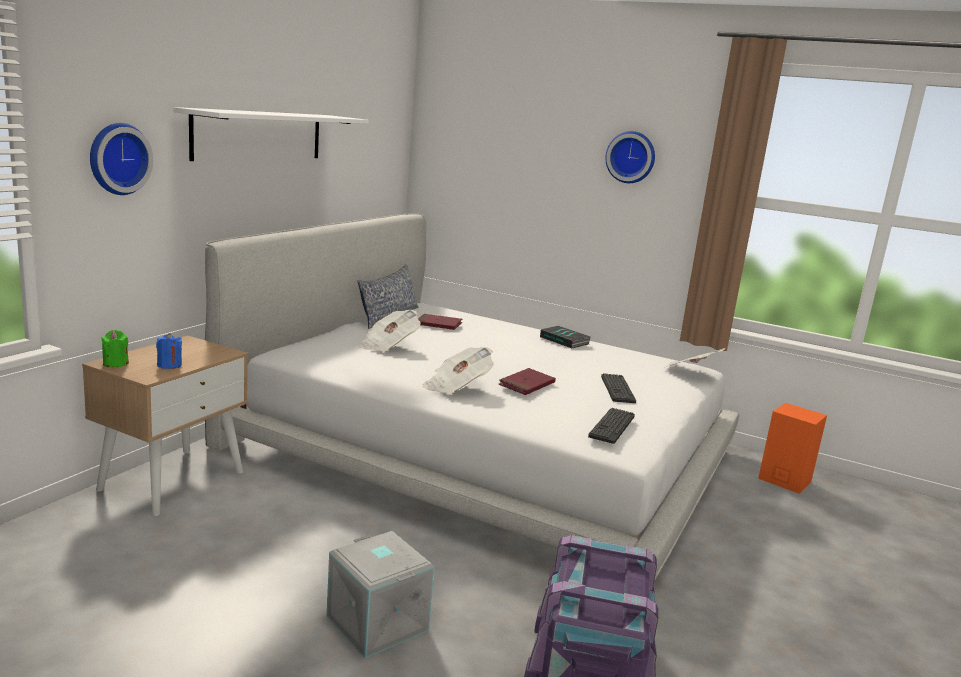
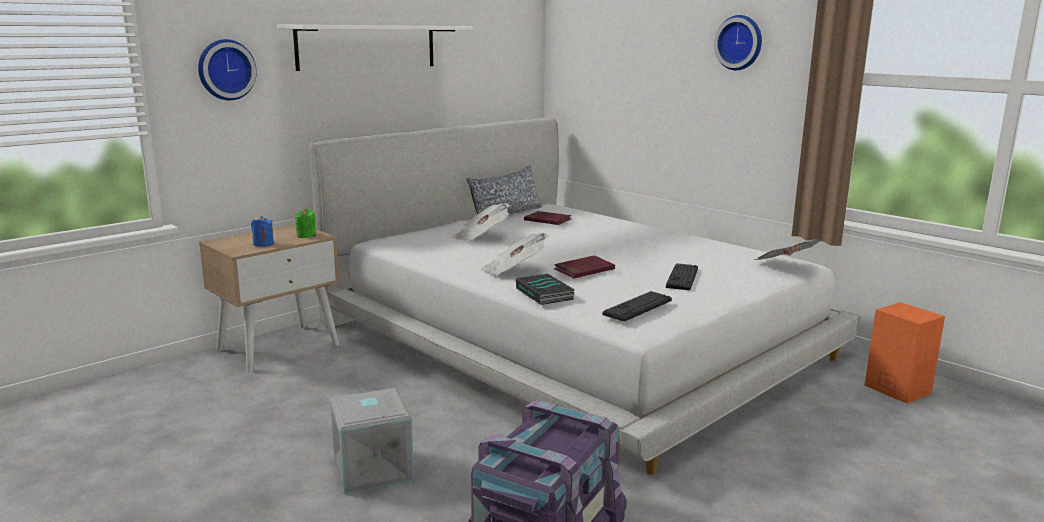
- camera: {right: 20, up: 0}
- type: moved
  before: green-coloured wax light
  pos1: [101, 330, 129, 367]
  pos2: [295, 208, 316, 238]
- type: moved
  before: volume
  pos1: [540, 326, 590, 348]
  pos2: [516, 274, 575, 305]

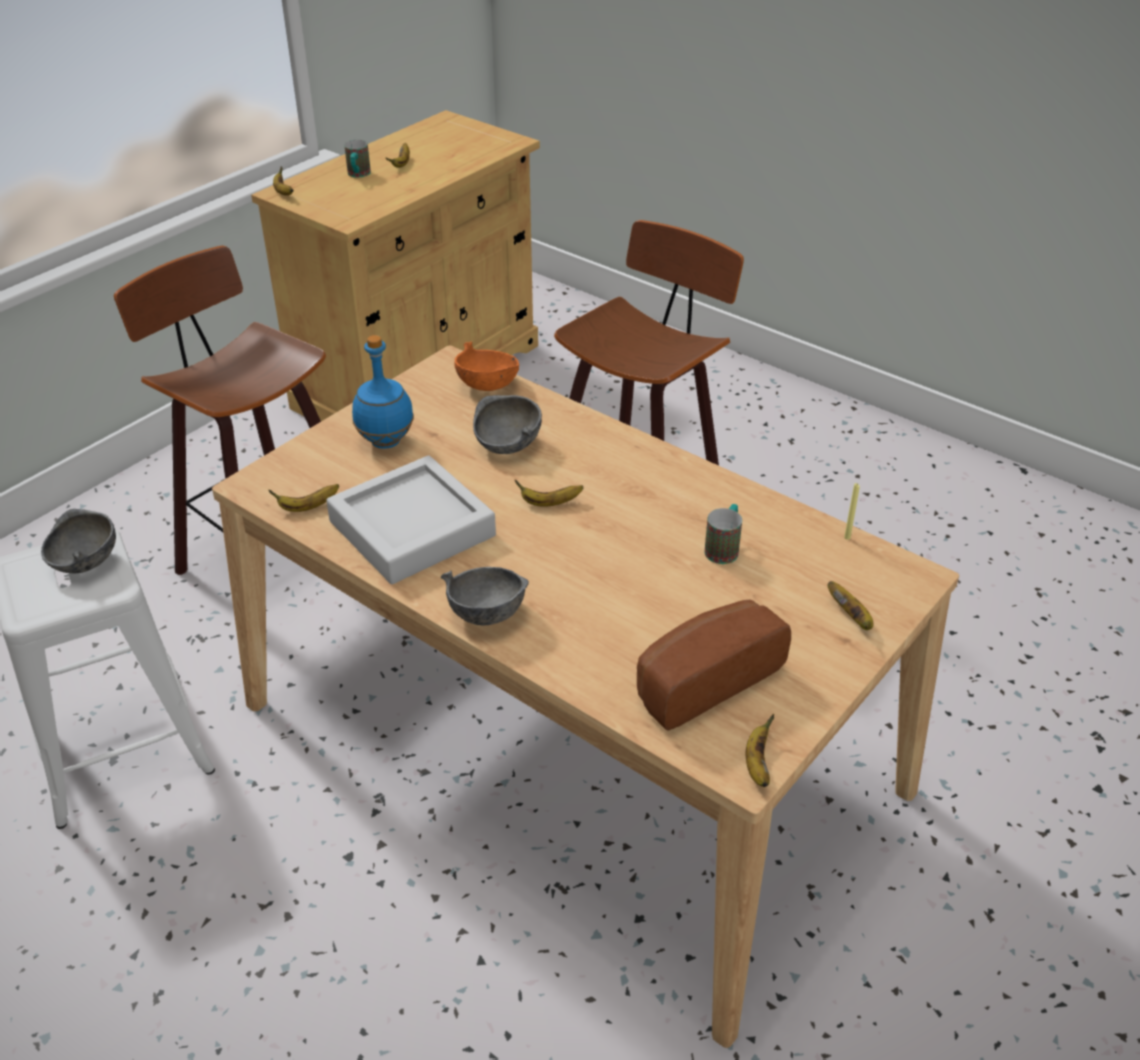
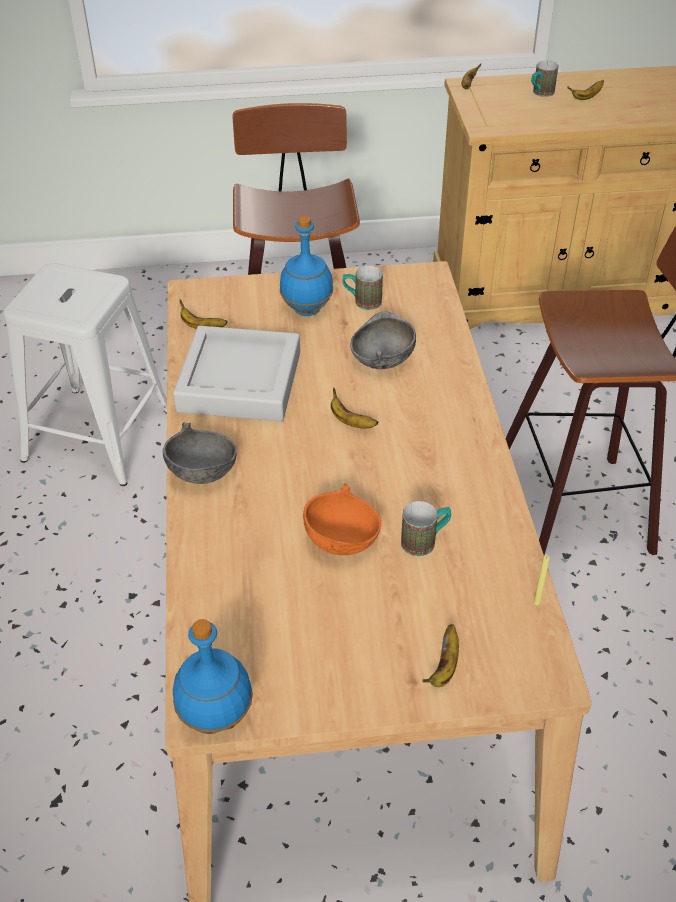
- camera: {right: 45, up: 5}
- type: removed
  before: gray serving bowl
  pos1: [41, 509, 116, 573]
- type: moved
  before: orange serving bowl
  pos1: [454, 341, 519, 391]
  pos2: [303, 484, 381, 555]
- type: removed
  before: bread
  pos1: [637, 600, 791, 731]
- type: replaced
  before: banana fruit
  after: blue beverage bottle
  pos1: [746, 714, 774, 787]
  pos2: [173, 619, 253, 734]
- type: added
  after: tea mug
  pos2: [343, 266, 383, 310]

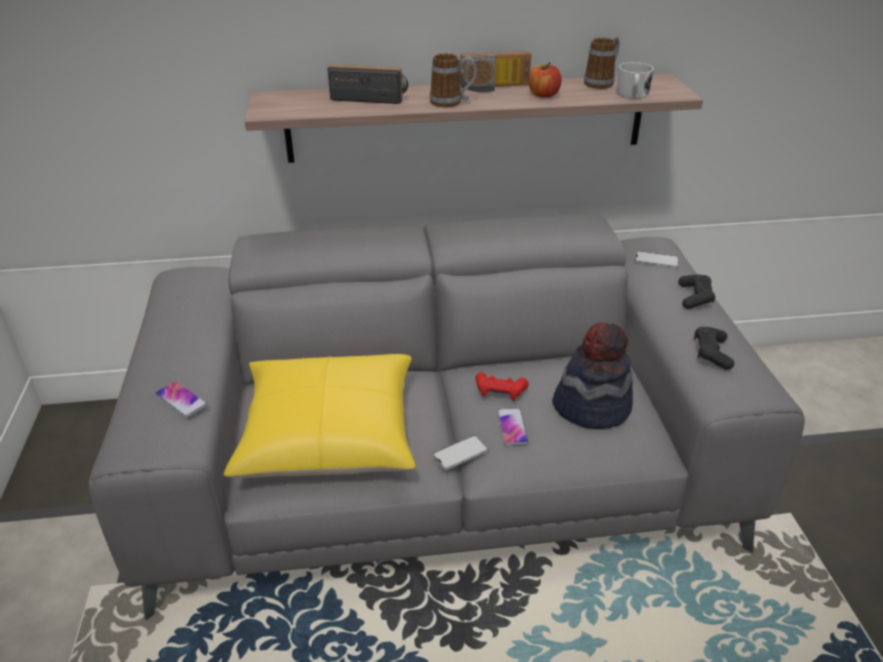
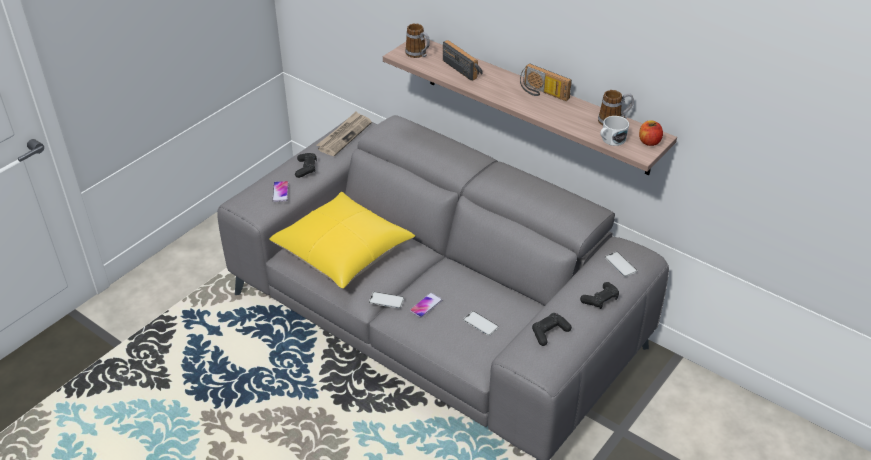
- camera: {right: 45, up: 5}
- type: moved
  before: tea mug
  pos1: [430, 53, 477, 107]
  pos2: [405, 23, 430, 58]
- type: removed
  before: reddish gamepad
  pos1: [475, 372, 529, 401]
- type: moved
  before: whole apple
  pos1: [528, 62, 561, 98]
  pos2: [639, 120, 663, 146]
- type: replaced
  before: clothing hat
  after: telephone
  pos1: [552, 323, 633, 429]
  pos2: [463, 311, 499, 336]
- type: added
  after: black gamepad
  pos2: [295, 153, 317, 178]
- type: added
  after: newspaper
  pos2: [316, 111, 372, 156]

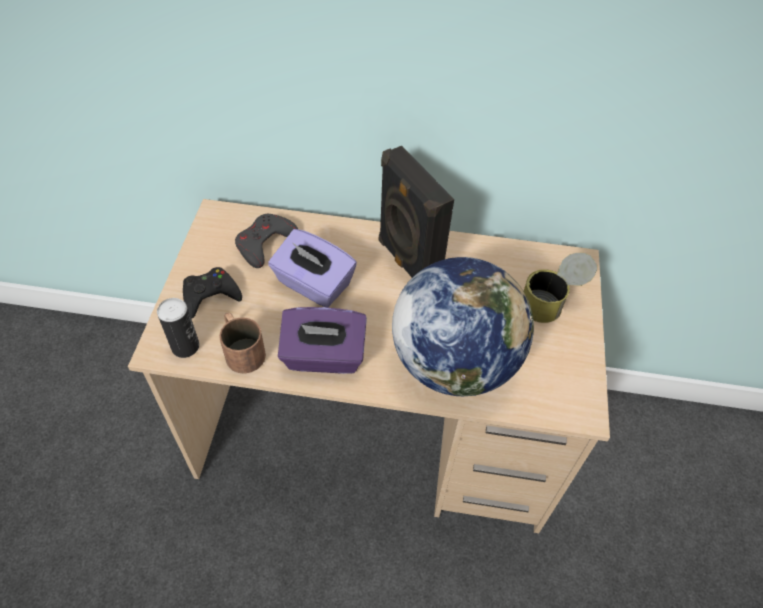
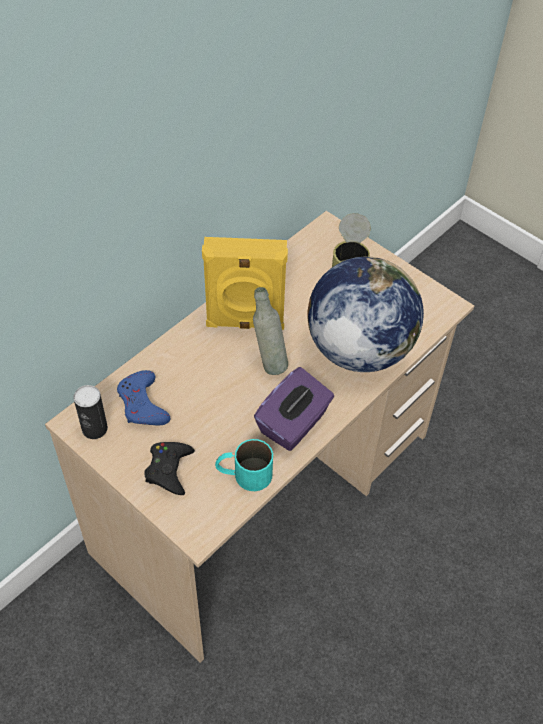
- camera: {right: -55, up: 0}
- type: moved
  before: metal can
  pos1: [157, 298, 199, 358]
  pos2: [73, 385, 108, 439]
- type: recoloured
  before: brown-coloured tea mug
  after: blue-green tea mug
  pos1: [219, 312, 266, 374]
  pos2: [215, 439, 273, 491]
- type: recoloured
  before: gray gamepad
  after: blue gamepad
  pos1: [235, 214, 298, 268]
  pos2: [117, 370, 170, 425]
- type: removed
  before: purplish box of tissues
  pos1: [268, 229, 357, 308]
- type: recoloured
  before: black audio speaker
  after: yellowish audio speaker
  pos1: [379, 146, 454, 277]
  pos2: [202, 237, 288, 330]
- type: added
  after: gray beverage bottle
  pos2: [253, 287, 288, 375]

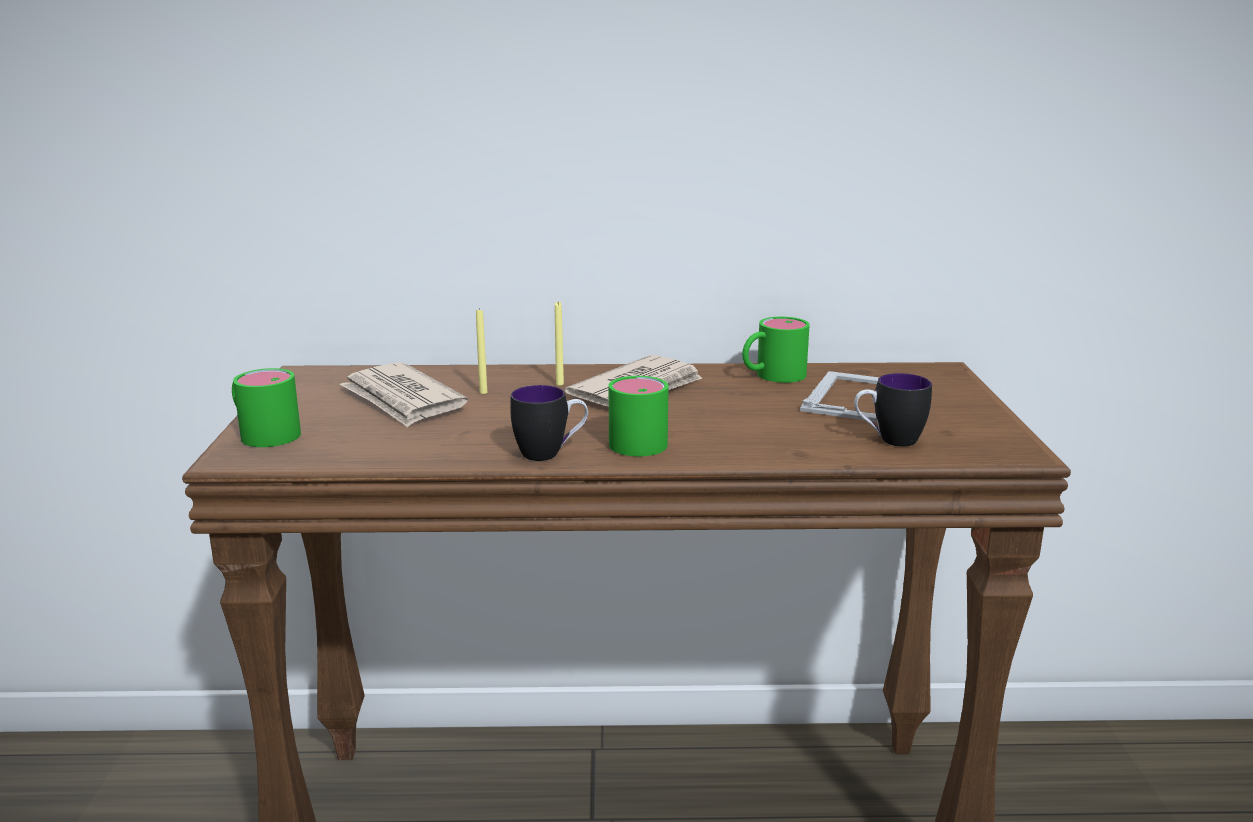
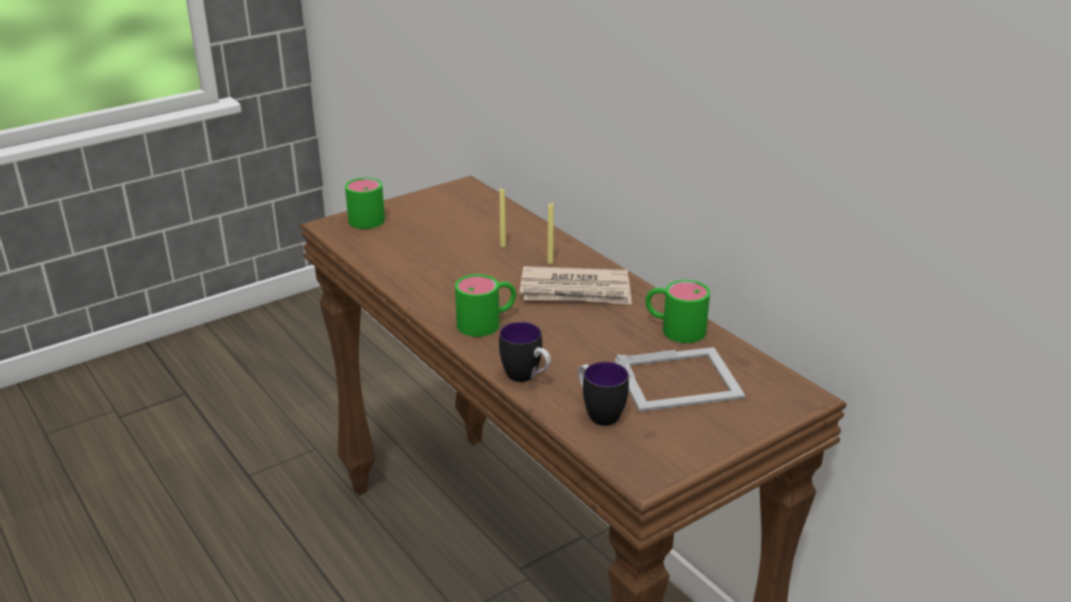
- camera: {right: 55, up: 10}
- type: removed
  before: newspaper
  pos1: [340, 362, 468, 427]
- type: moved
  before: tea mug
  pos1: [510, 385, 588, 461]
  pos2: [499, 322, 551, 382]

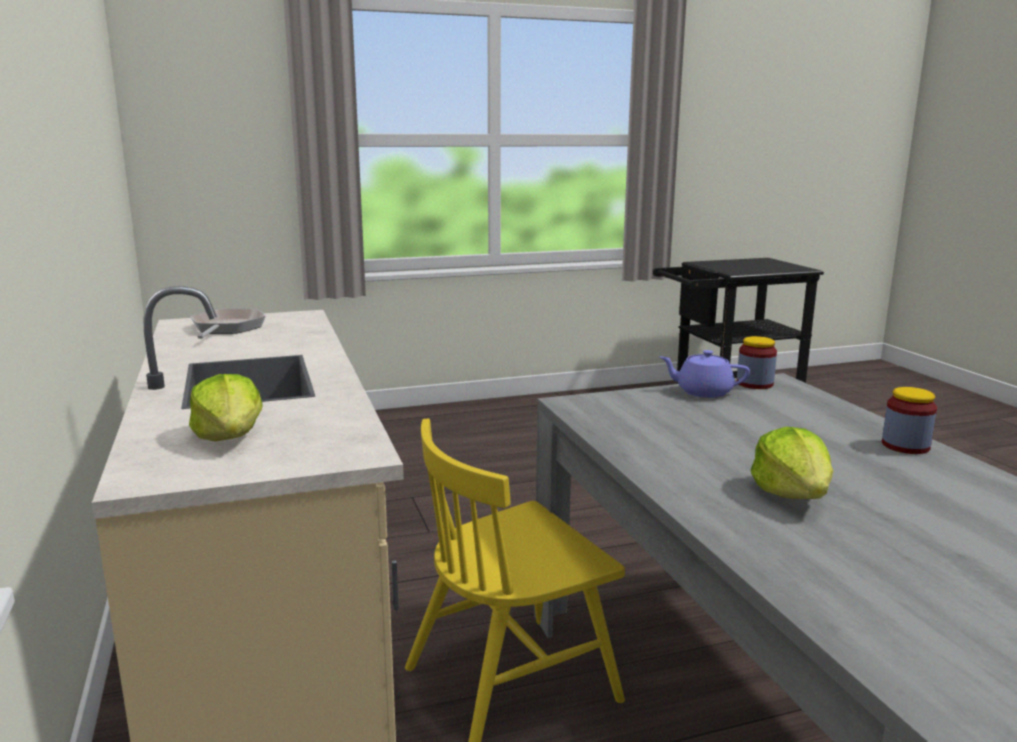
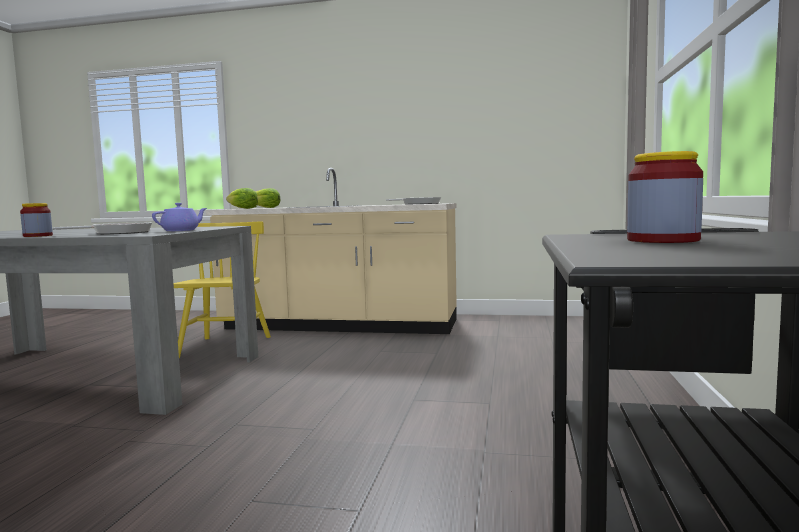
- camera: {right: 120, up: -10}
- type: moved
  before: storage jar
  pos1: [737, 336, 777, 389]
  pos2: [627, 151, 703, 243]
- type: moved
  before: lettuce head
  pos1: [751, 427, 833, 499]
  pos2: [226, 188, 258, 209]
- type: added
  after: frying pan
  pos2: [52, 222, 152, 234]

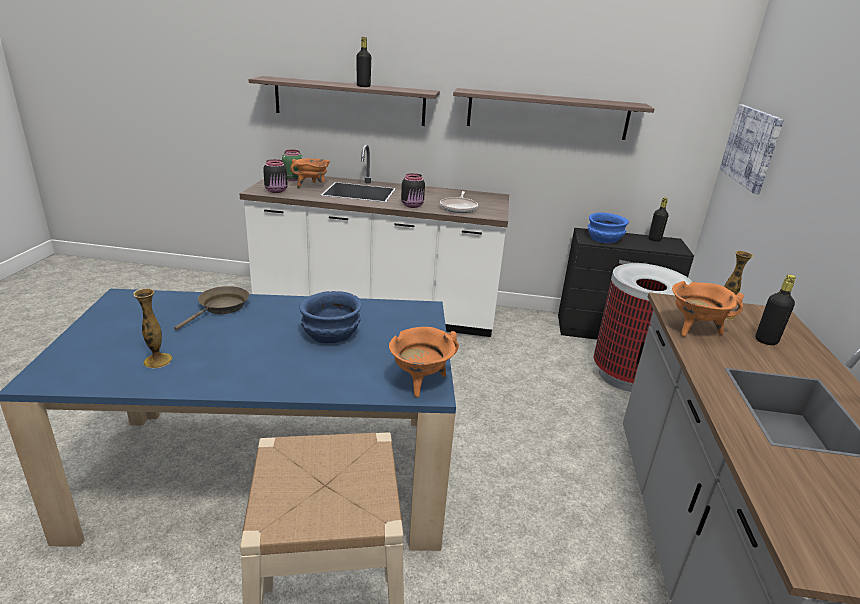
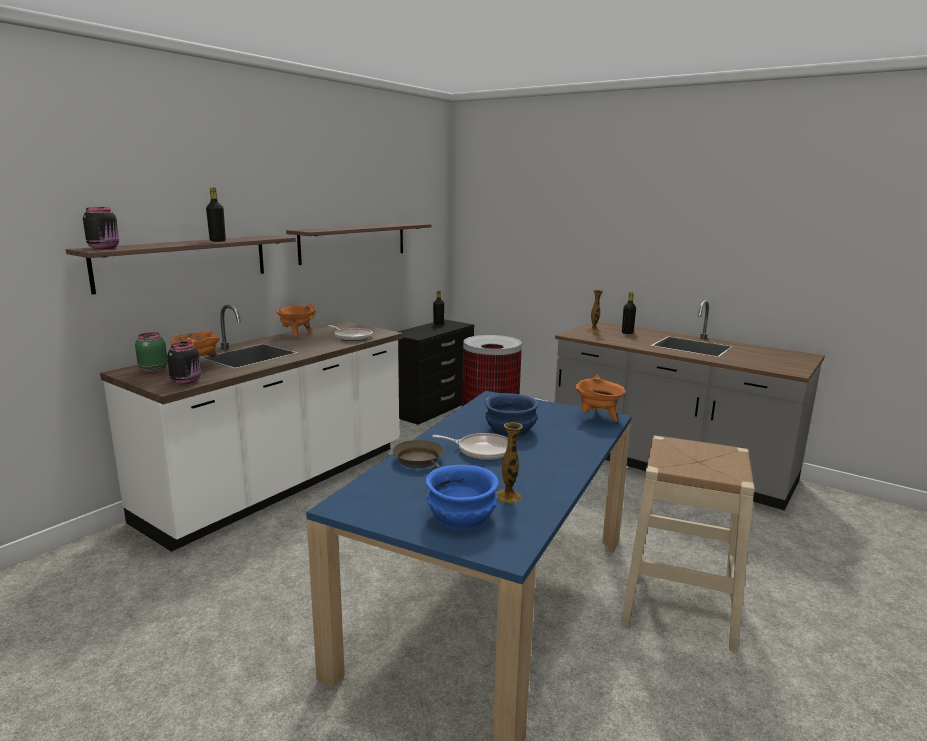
- camera: {right: -60, up: -10}
- type: moved
  before: black storage jar
  pos1: [401, 173, 425, 208]
  pos2: [83, 207, 119, 249]
- type: moved
  before: blue serving bowl
  pos1: [588, 212, 629, 243]
  pos2: [425, 465, 499, 530]
- type: moved
  before: orange stockpot
  pos1: [672, 281, 744, 337]
  pos2: [276, 303, 316, 338]
- type: removed
  before: wall art
  pos1: [720, 104, 784, 194]
- type: added
  after: frying pan
  pos2: [432, 433, 508, 460]

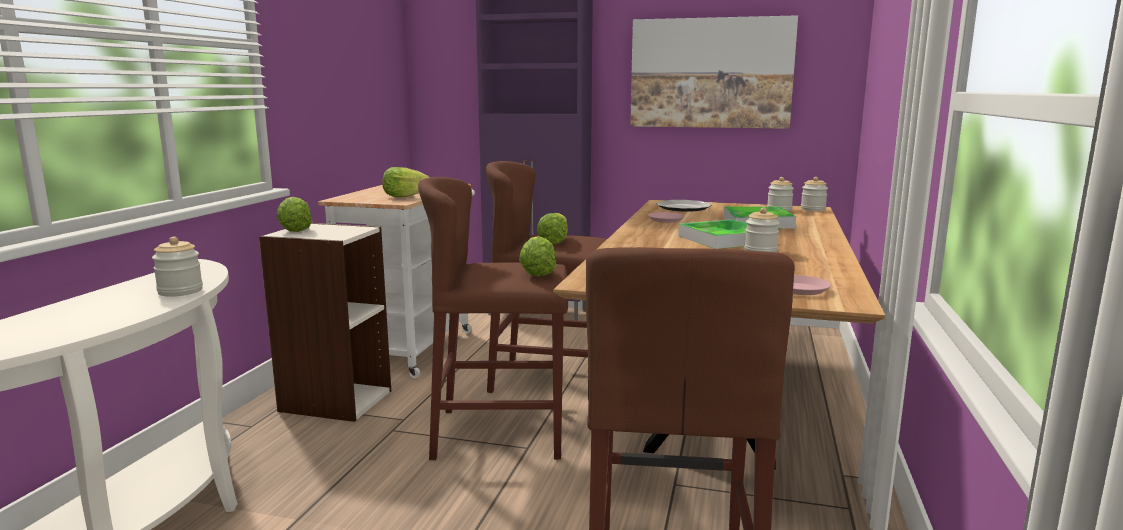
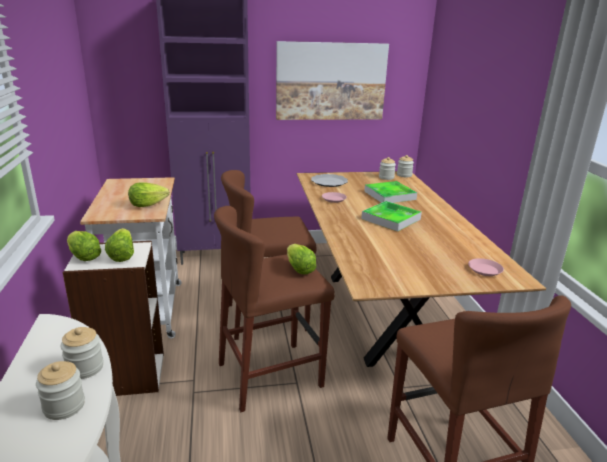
- camera: {right: -25, up: 10}
- type: moved
  before: lettuce head
  pos1: [537, 213, 568, 245]
  pos2: [105, 228, 134, 262]
- type: moved
  before: storage jar
  pos1: [744, 207, 780, 252]
  pos2: [36, 361, 85, 420]

